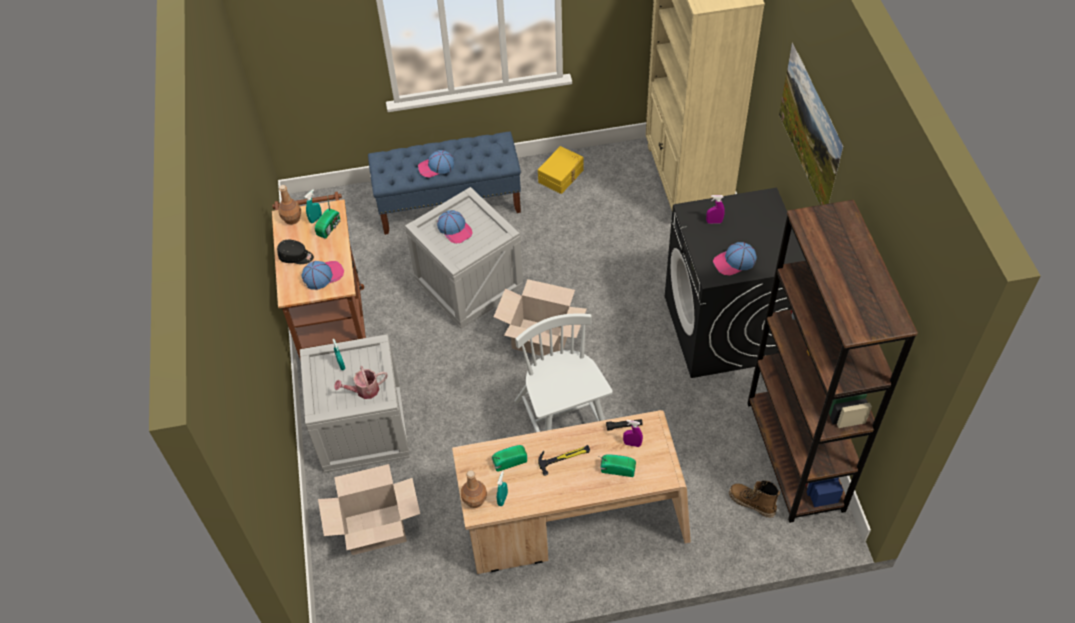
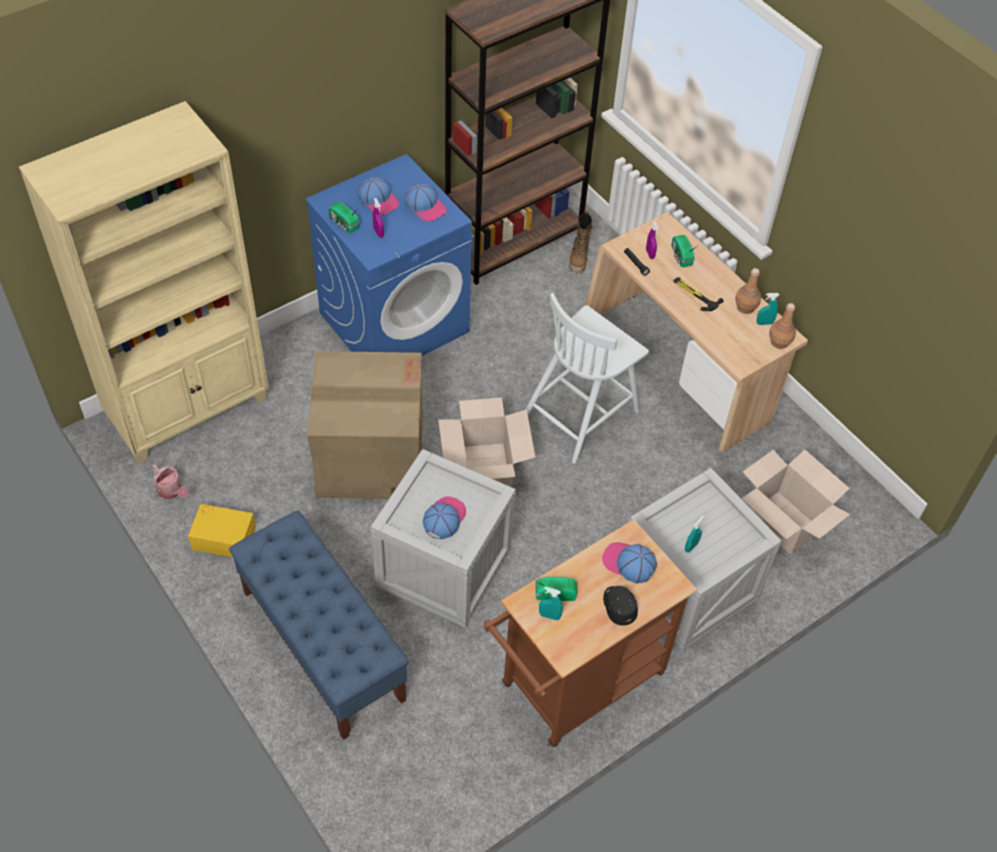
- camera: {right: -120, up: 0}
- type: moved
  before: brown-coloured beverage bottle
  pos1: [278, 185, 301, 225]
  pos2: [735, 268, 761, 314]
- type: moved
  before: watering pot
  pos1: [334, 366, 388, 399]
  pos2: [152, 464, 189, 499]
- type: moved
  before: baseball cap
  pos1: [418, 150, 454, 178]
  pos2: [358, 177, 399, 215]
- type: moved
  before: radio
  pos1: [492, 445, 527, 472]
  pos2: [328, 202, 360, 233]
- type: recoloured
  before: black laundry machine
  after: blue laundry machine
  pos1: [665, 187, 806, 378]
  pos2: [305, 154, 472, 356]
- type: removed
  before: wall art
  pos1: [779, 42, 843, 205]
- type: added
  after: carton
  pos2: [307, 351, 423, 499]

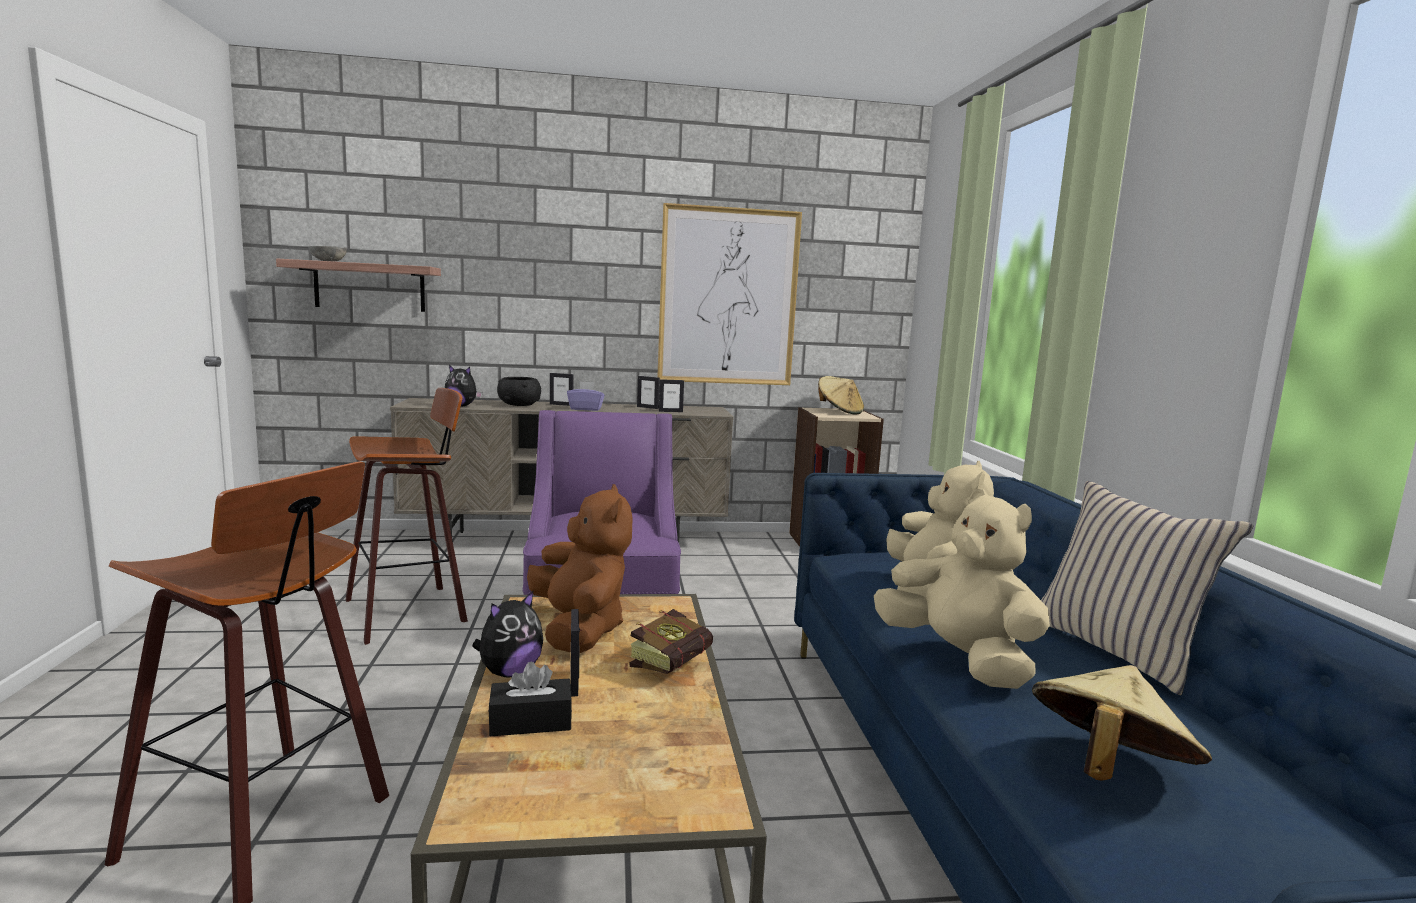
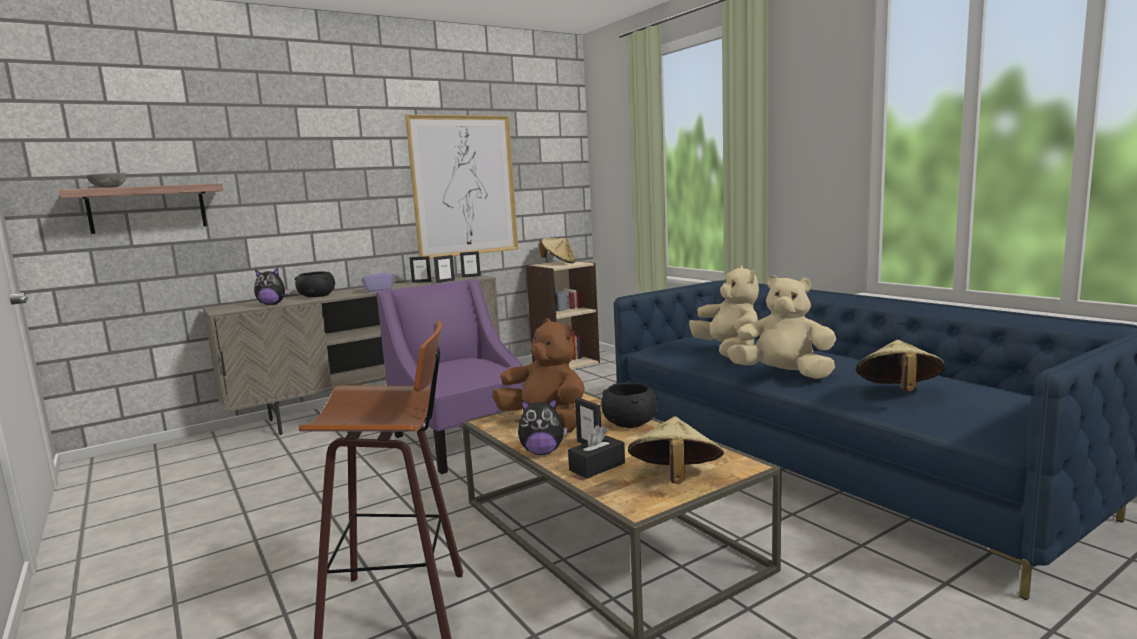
- camera: {right: -25, up: 0}
- type: removed
  before: sitting stool
  pos1: [346, 388, 468, 645]
- type: turned
  before: soft toy
  pos1: [472, 591, 543, 677]
  pos2: [518, 398, 568, 455]
  turn: 75
- type: moved
  before: photo frame
  pos1: [550, 373, 574, 406]
  pos2: [460, 251, 481, 278]
- type: replaced
  before: volume
  after: black serving bowl
  pos1: [629, 609, 713, 674]
  pos2: [601, 383, 658, 428]
- type: removed
  before: sand-coloured cushion
  pos1: [1041, 481, 1253, 695]
- type: added
  after: sand-coloured clothing hat
  pos2: [628, 416, 724, 484]

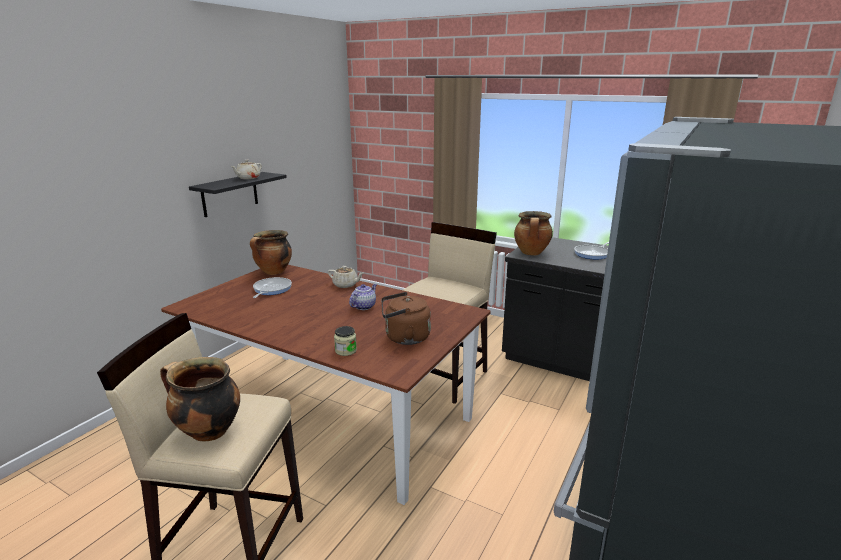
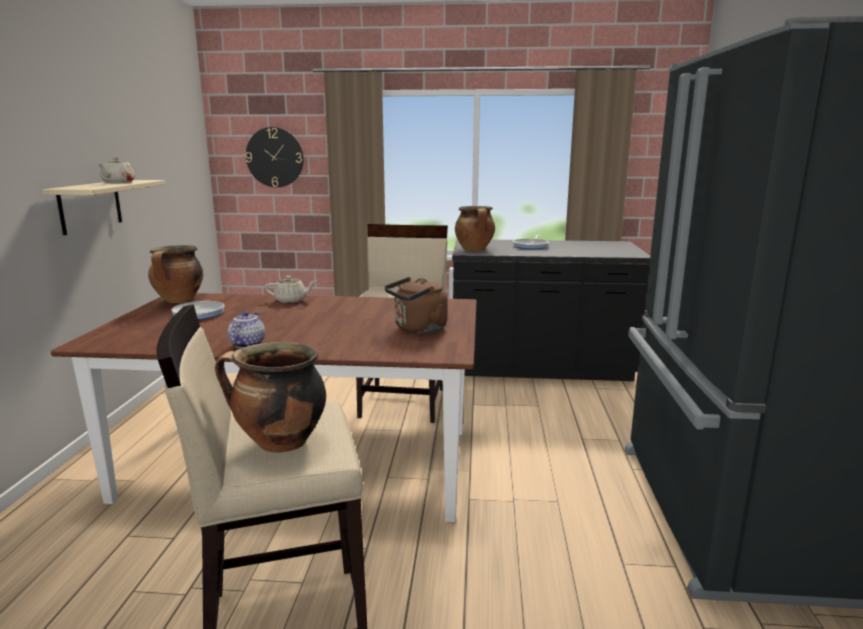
- camera: {right: -25, up: -5}
- type: recoloured
  before: black bracket shelf
  after: sand-coloured bracket shelf
  pos1: [189, 172, 287, 217]
  pos2: [43, 180, 166, 235]
- type: removed
  before: storage jar
  pos1: [334, 326, 357, 356]
- type: moved
  before: teapot
  pos1: [349, 284, 377, 310]
  pos2: [228, 311, 265, 348]
- type: added
  after: clock on the wall
  pos2: [245, 127, 304, 187]

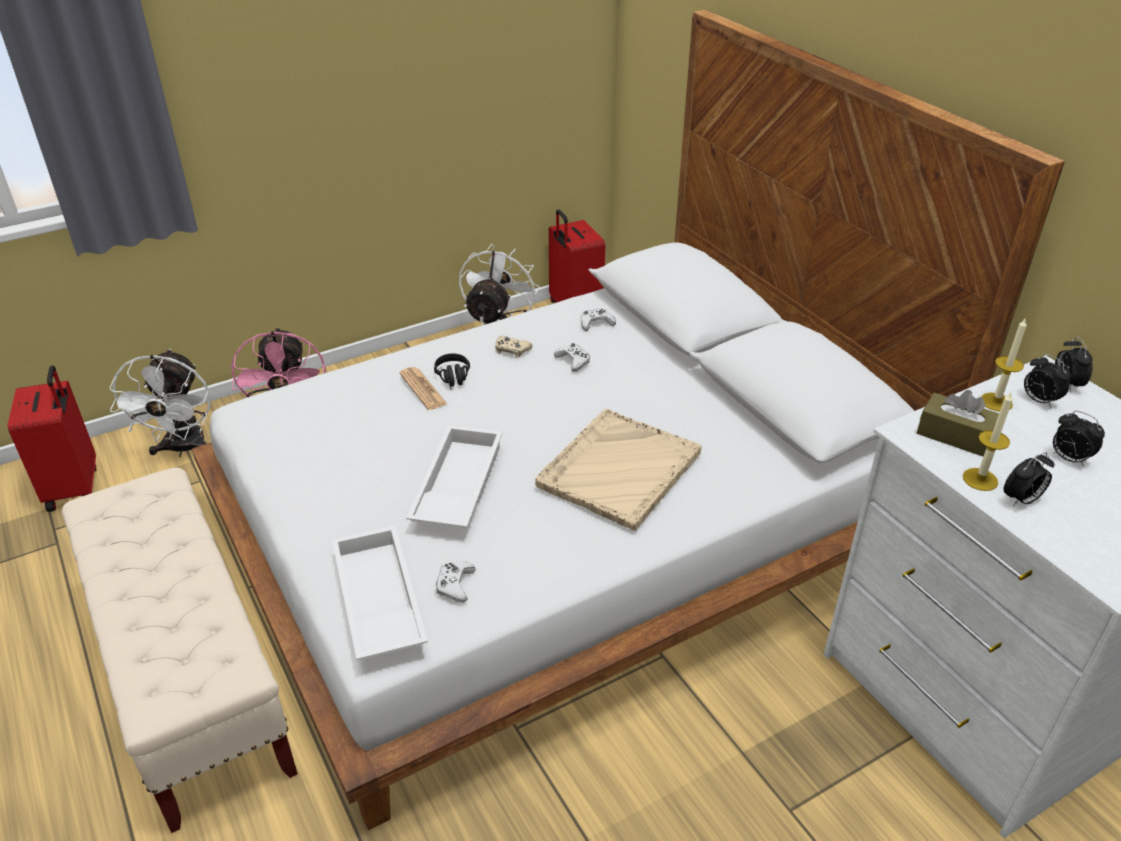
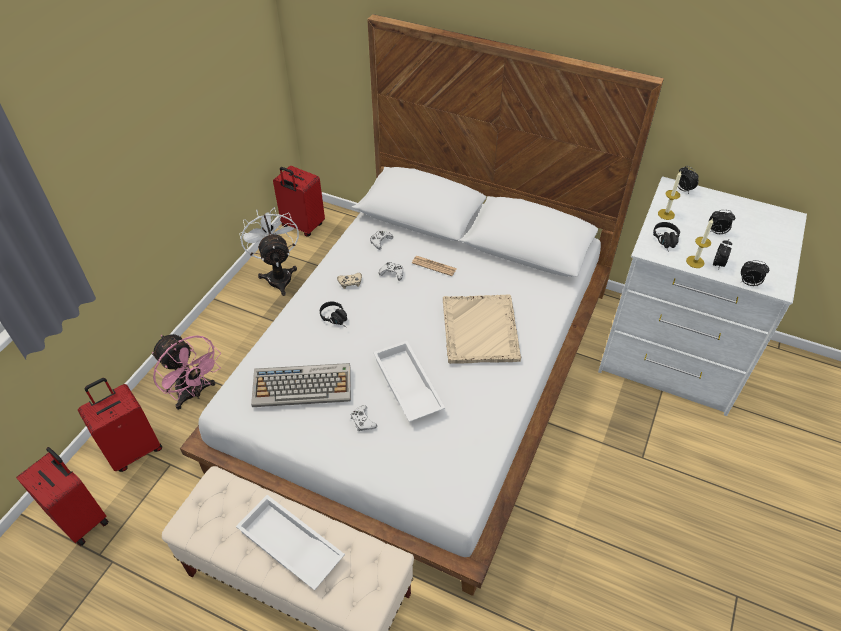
- camera: {right: -35, up: 10}
- type: replaced
  before: white cooling fan
  after: reddish travel case
  pos1: [109, 349, 211, 457]
  pos2: [78, 378, 162, 472]
- type: moved
  before: white serving tray
  pos1: [332, 526, 428, 660]
  pos2: [236, 495, 345, 591]
- type: moved
  before: newspaper
  pos1: [399, 367, 447, 410]
  pos2: [412, 256, 457, 276]
- type: moved
  before: white gamepad
  pos1: [435, 562, 476, 603]
  pos2: [350, 405, 377, 431]
- type: replaced
  before: brown-coloured box of tissues
  after: black headset
  pos1: [917, 390, 999, 456]
  pos2: [653, 222, 680, 252]
- type: moved
  before: bedside clock
  pos1: [1024, 354, 1070, 408]
  pos2: [740, 260, 769, 286]
- type: added
  after: keyboard
  pos2: [251, 363, 351, 407]

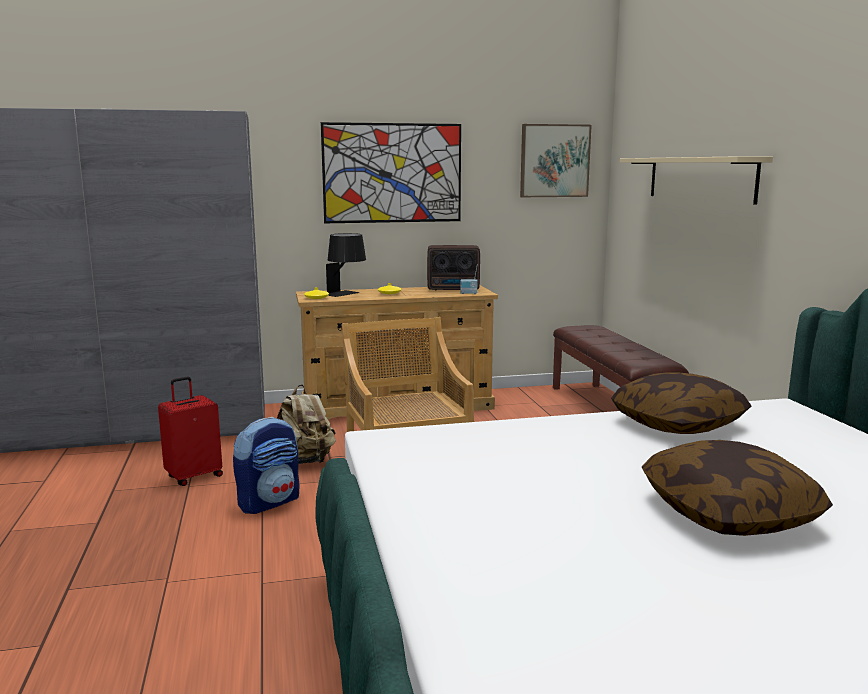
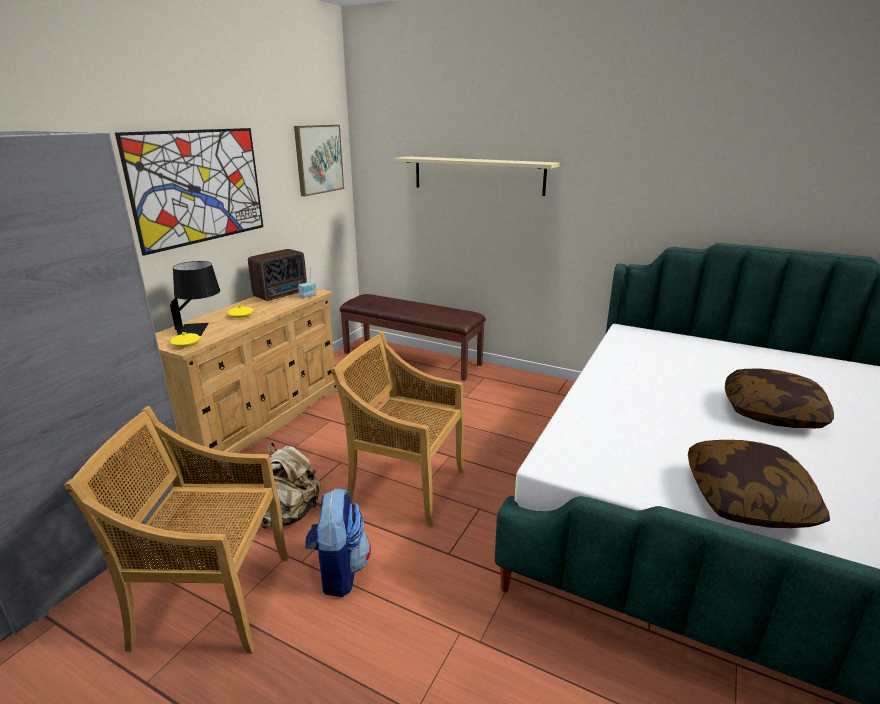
- camera: {right: -50, up: 10}
- type: replaced
  before: reddish travel case
  after: sand-coloured chair
  pos1: [158, 377, 223, 486]
  pos2: [64, 406, 289, 654]
- type: moved
  before: cushion
  pos1: [611, 373, 751, 434]
  pos2: [688, 440, 830, 528]

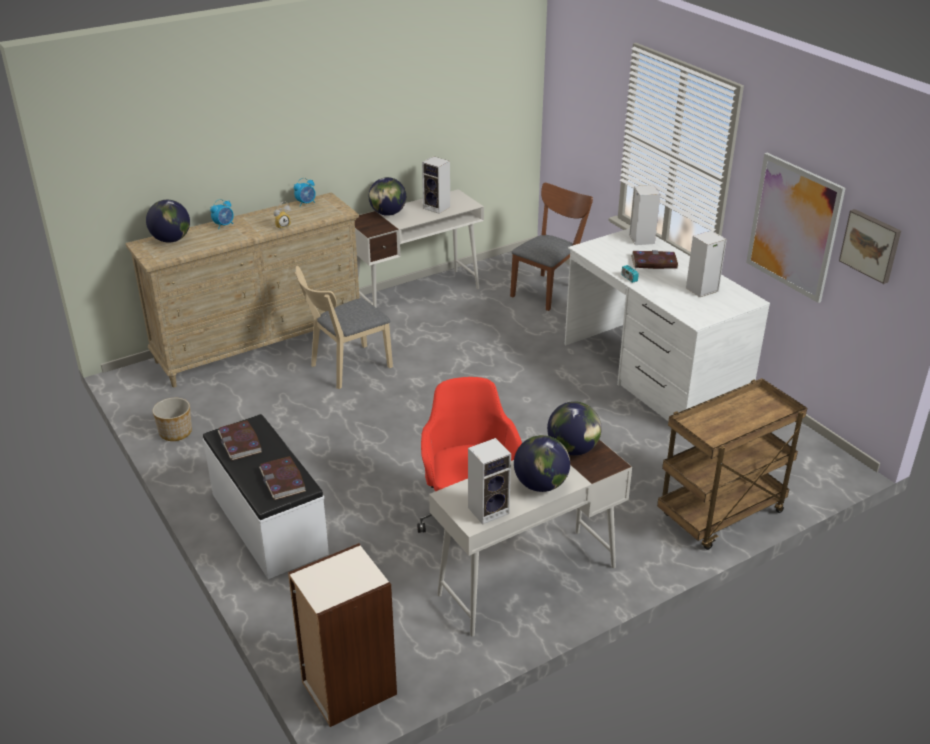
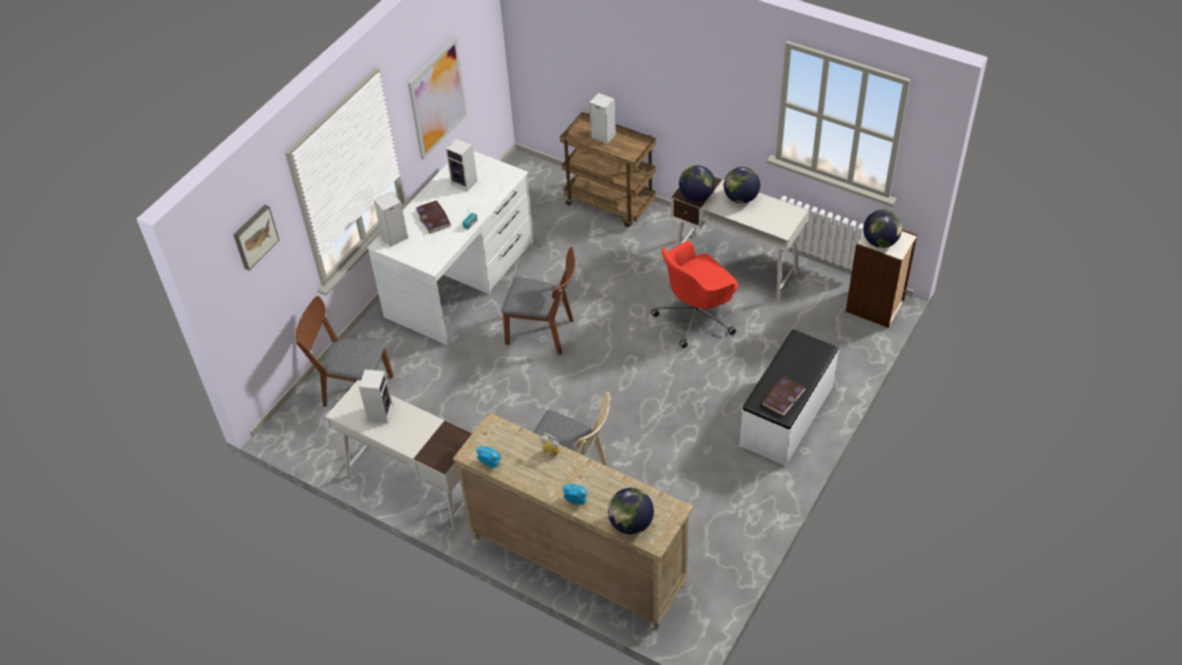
- camera: {right: -115, up: 15}
- type: removed
  before: plant pot
  pos1: [152, 398, 192, 441]
- type: removed
  before: volume
  pos1: [259, 456, 306, 500]
- type: moved
  before: world globe
  pos1: [369, 177, 406, 216]
  pos2: [863, 210, 902, 248]
- type: moved
  before: audio speaker
  pos1: [468, 438, 511, 525]
  pos2: [589, 93, 616, 144]
- type: moved
  before: wall art
  pos1: [839, 209, 901, 284]
  pos2: [233, 205, 280, 270]
- type: added
  after: brown-coloured chair
  pos2: [501, 247, 576, 355]

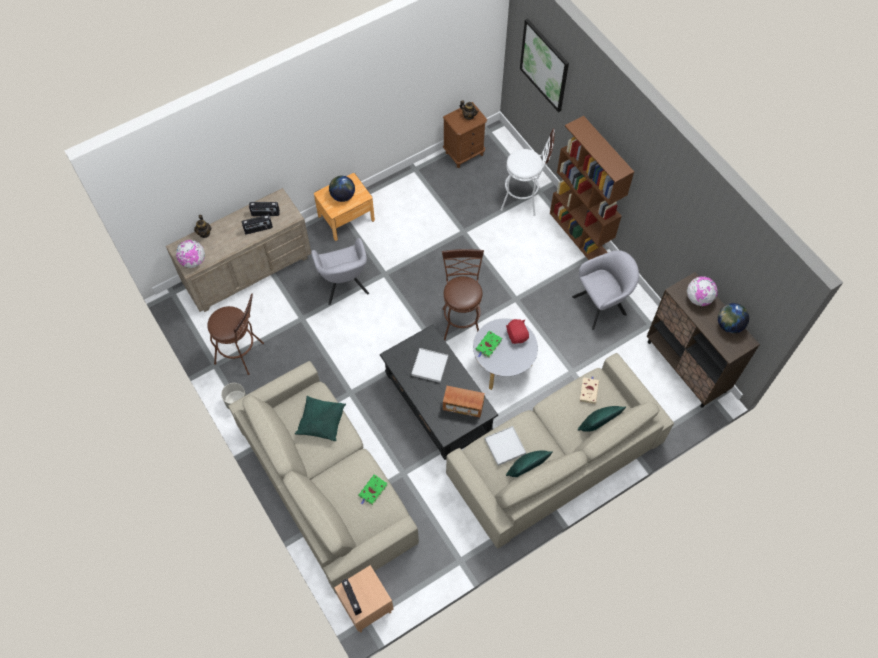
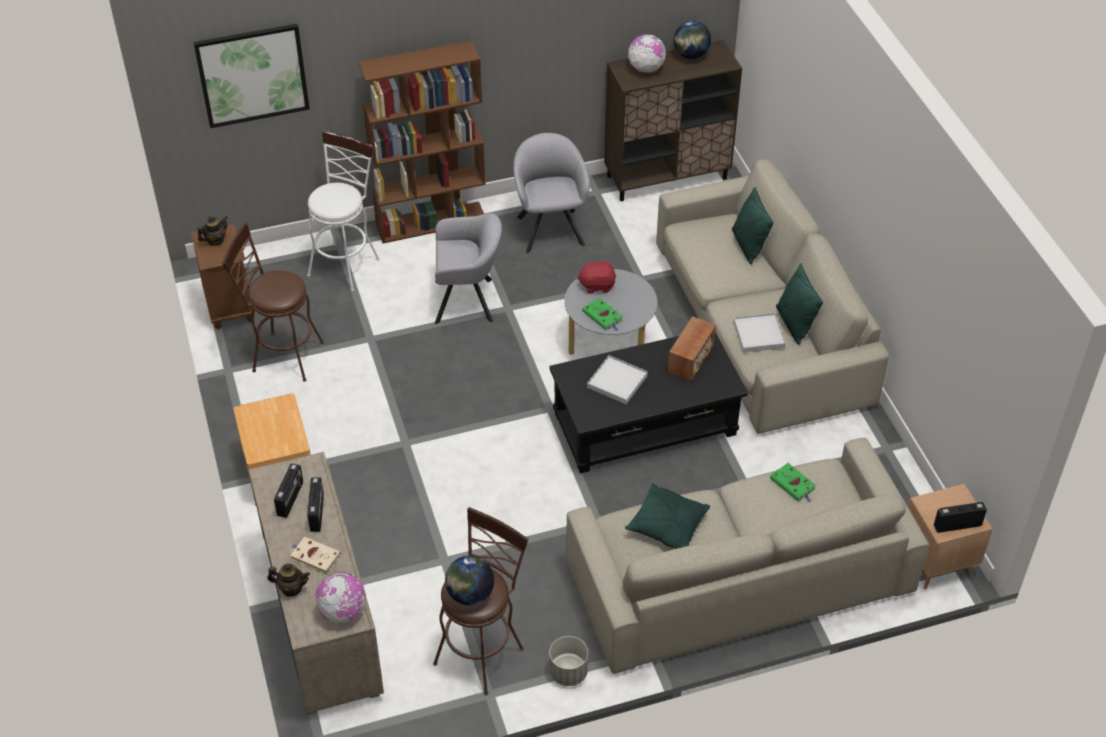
- camera: {right: -75, up: -15}
- type: moved
  before: gray easy chair
  pos1: [311, 238, 369, 305]
  pos2: [435, 213, 502, 324]
- type: moved
  before: world globe
  pos1: [329, 176, 355, 202]
  pos2: [445, 556, 494, 605]
- type: moved
  before: brown-coloured sitting stool
  pos1: [442, 249, 484, 341]
  pos2: [222, 223, 324, 382]
- type: moved
  before: sand-coloured volume
  pos1: [580, 377, 599, 404]
  pos2: [290, 537, 341, 575]

